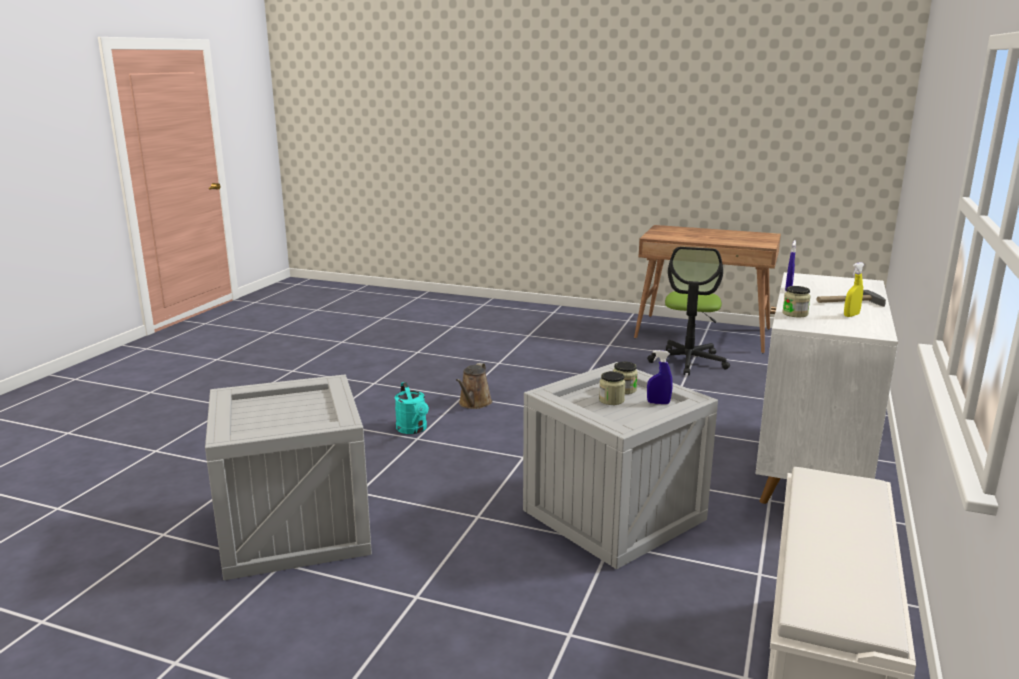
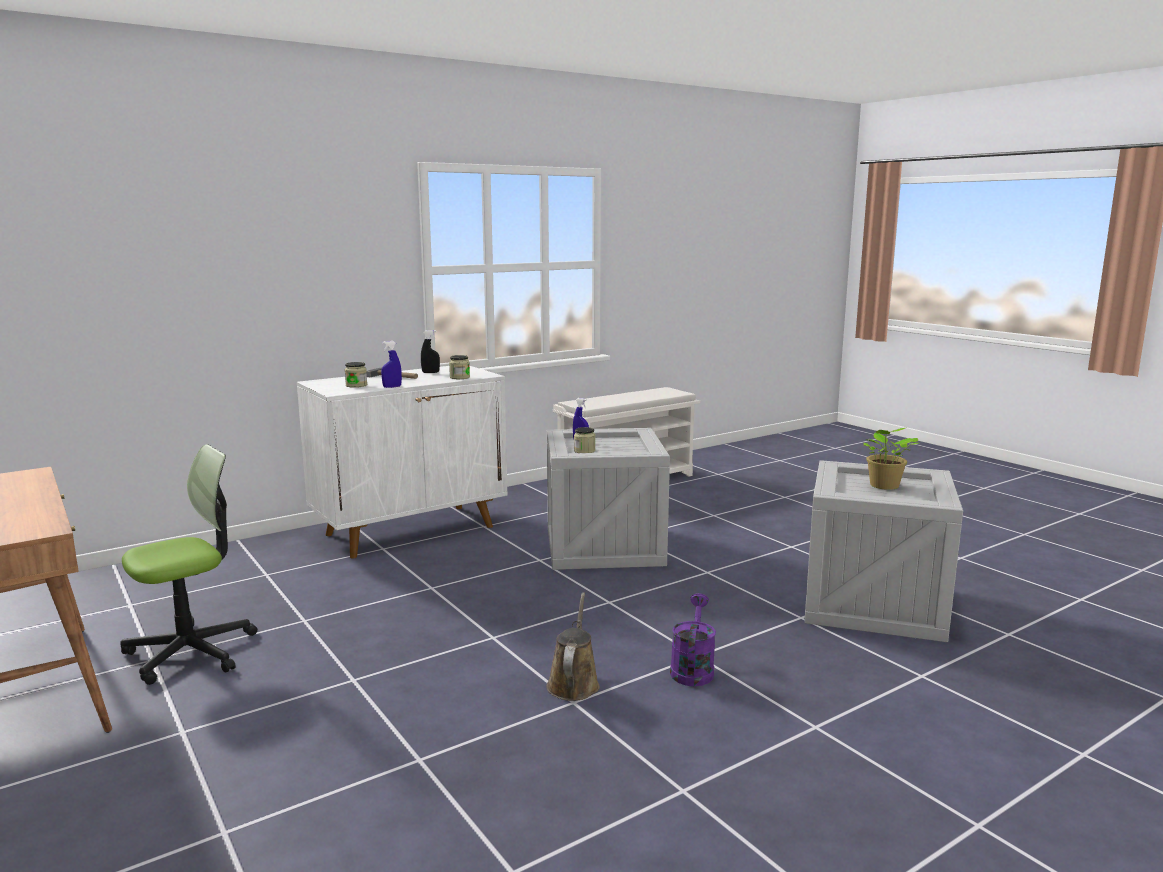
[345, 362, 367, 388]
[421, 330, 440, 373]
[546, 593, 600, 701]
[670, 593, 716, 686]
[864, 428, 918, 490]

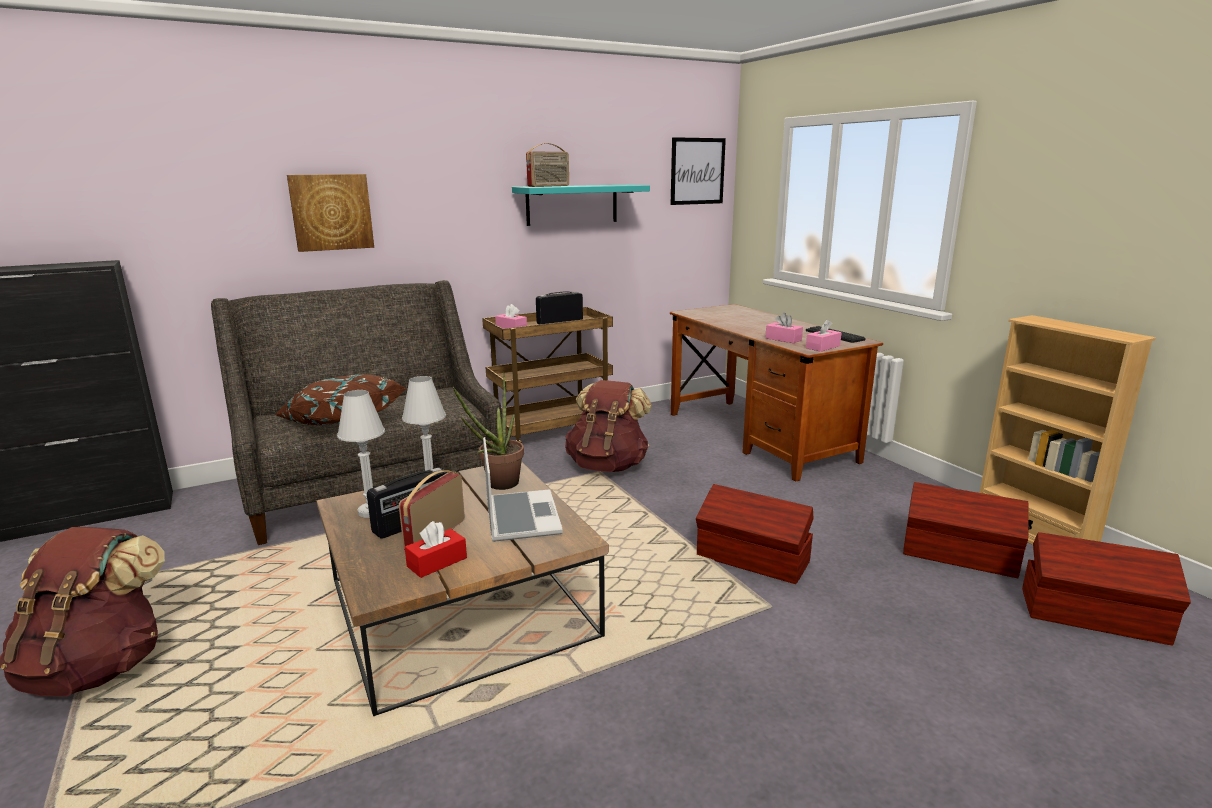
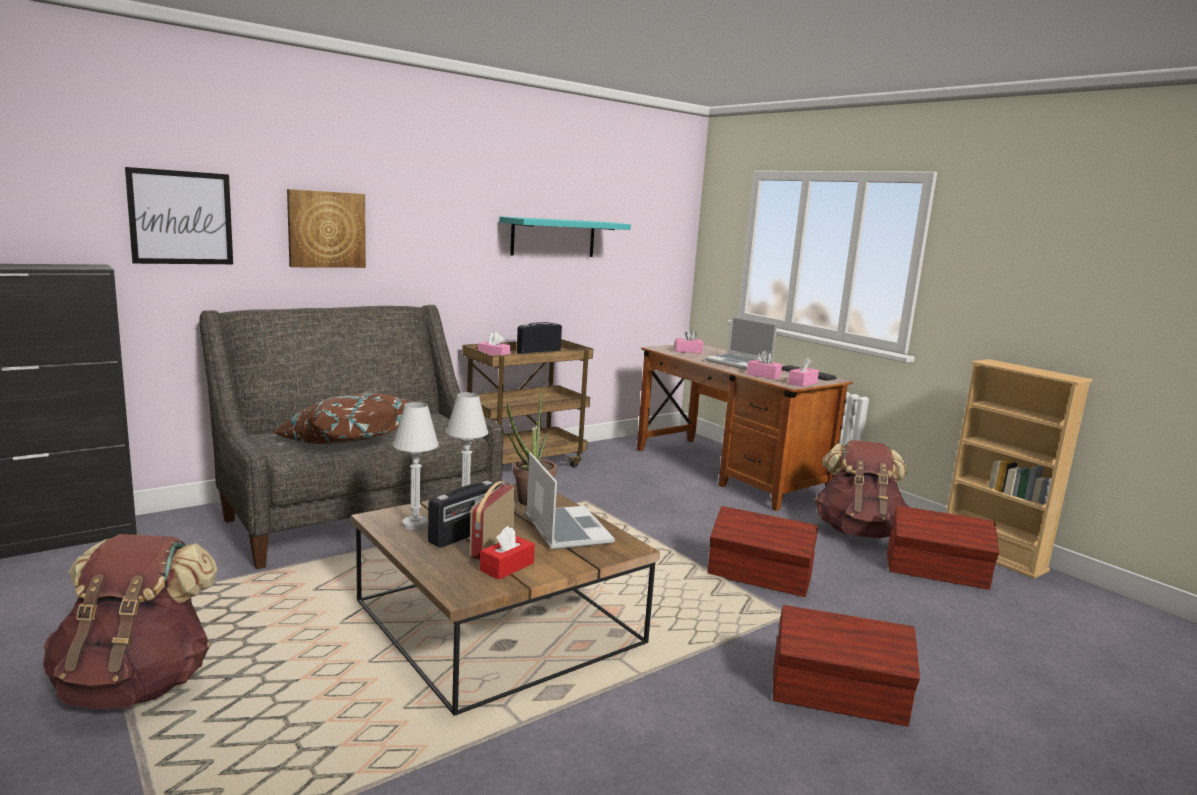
[125, 167, 233, 264]
[675, 329, 704, 354]
[705, 316, 777, 370]
[773, 605, 920, 726]
[815, 440, 909, 538]
[526, 143, 569, 187] (first image)

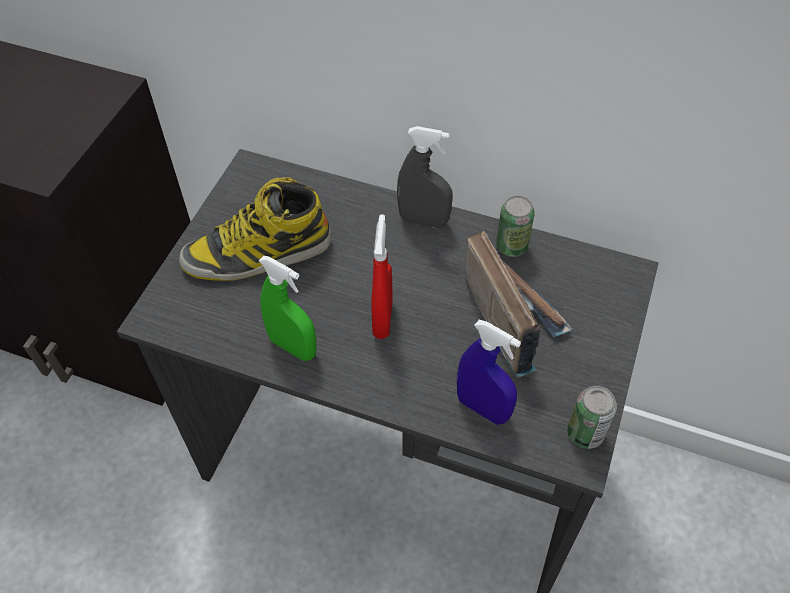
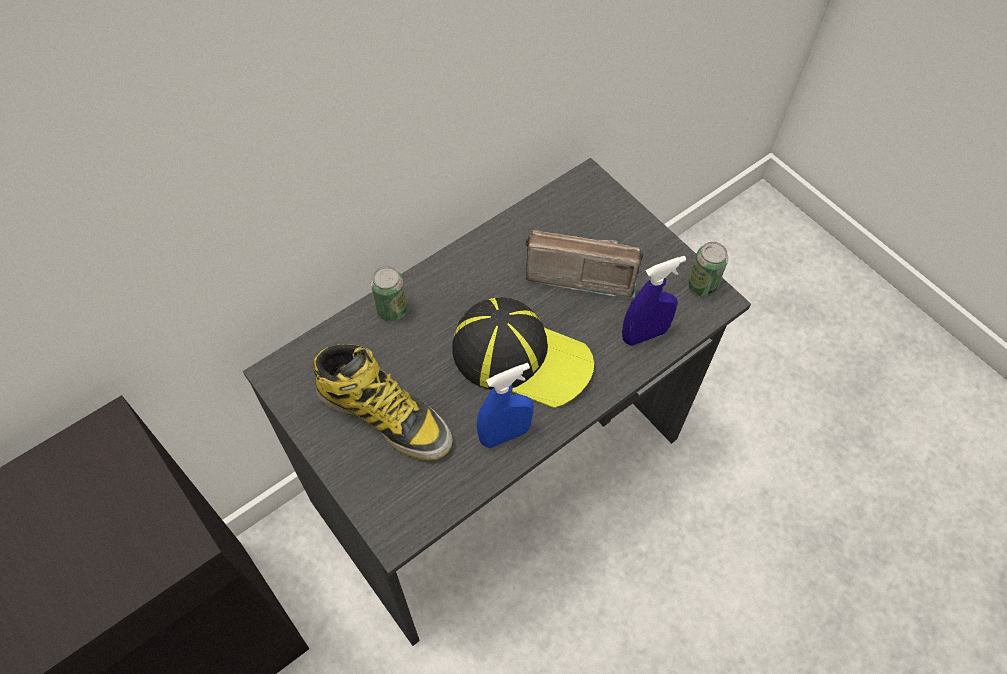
[312, 344, 453, 461]
[371, 266, 407, 321]
[452, 297, 594, 408]
[477, 363, 534, 448]
[397, 126, 453, 228] (first image)

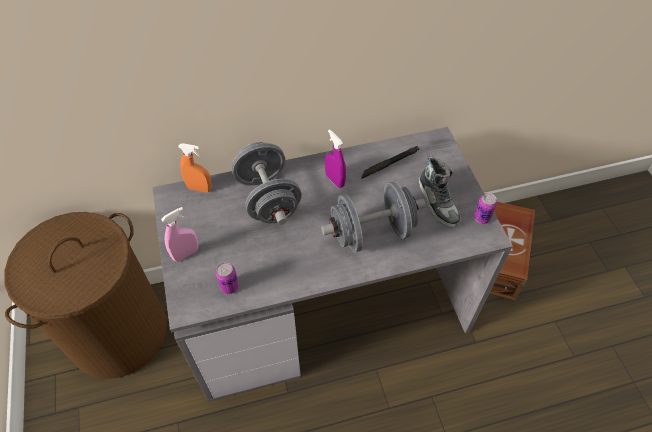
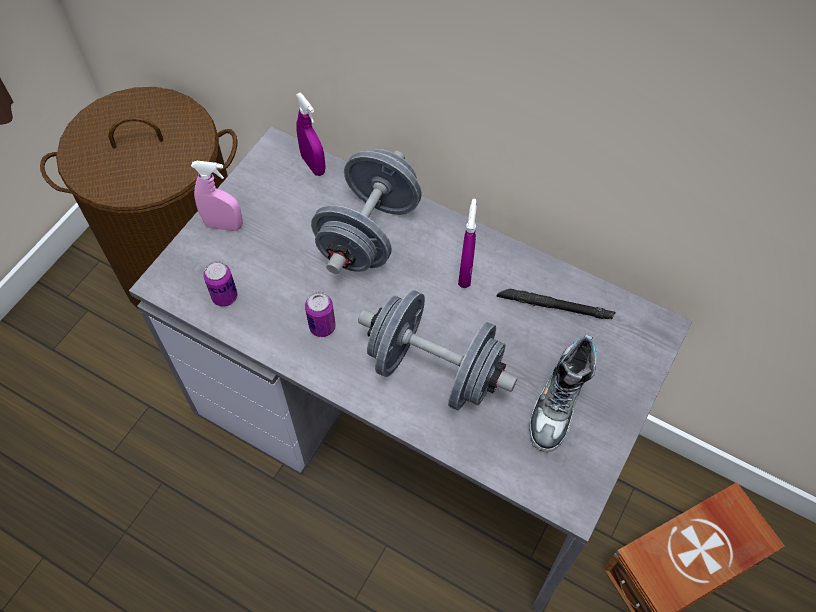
[296, 93, 326, 176]
[305, 292, 336, 337]

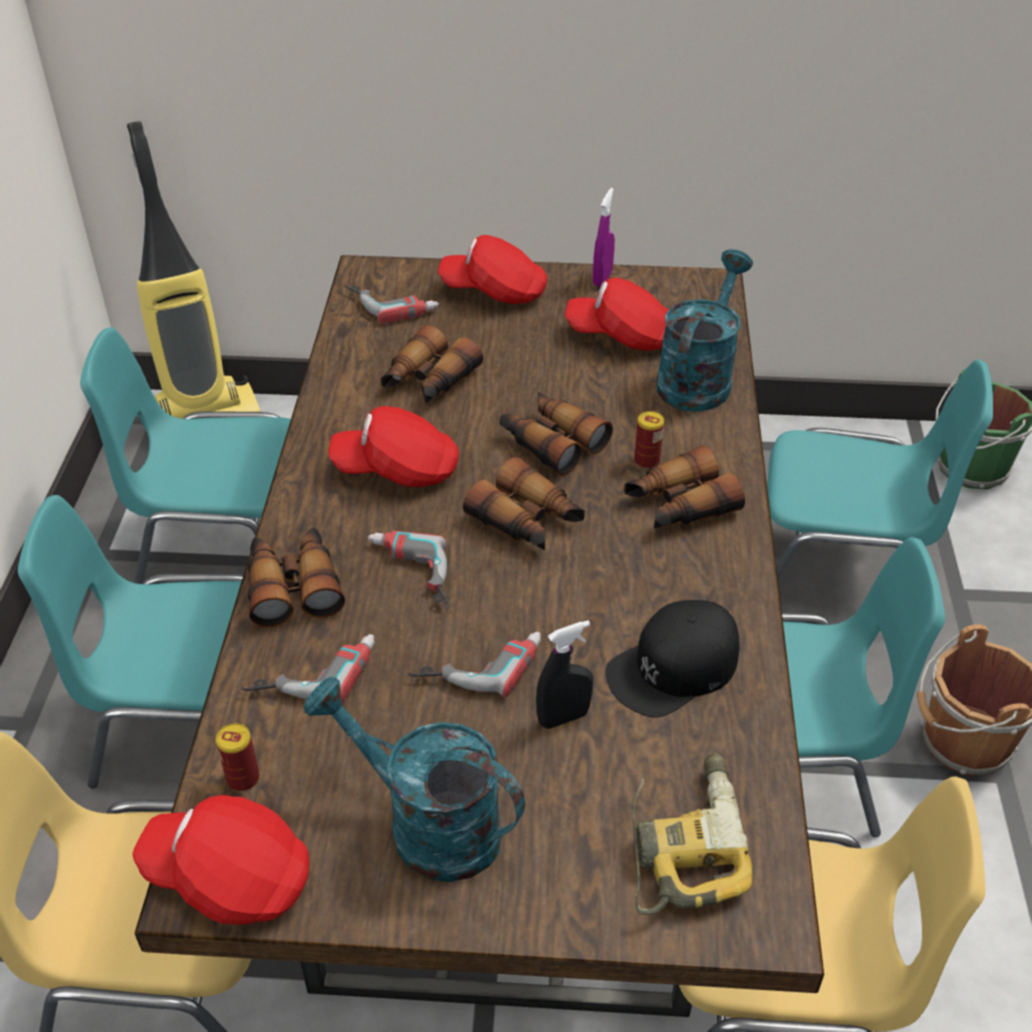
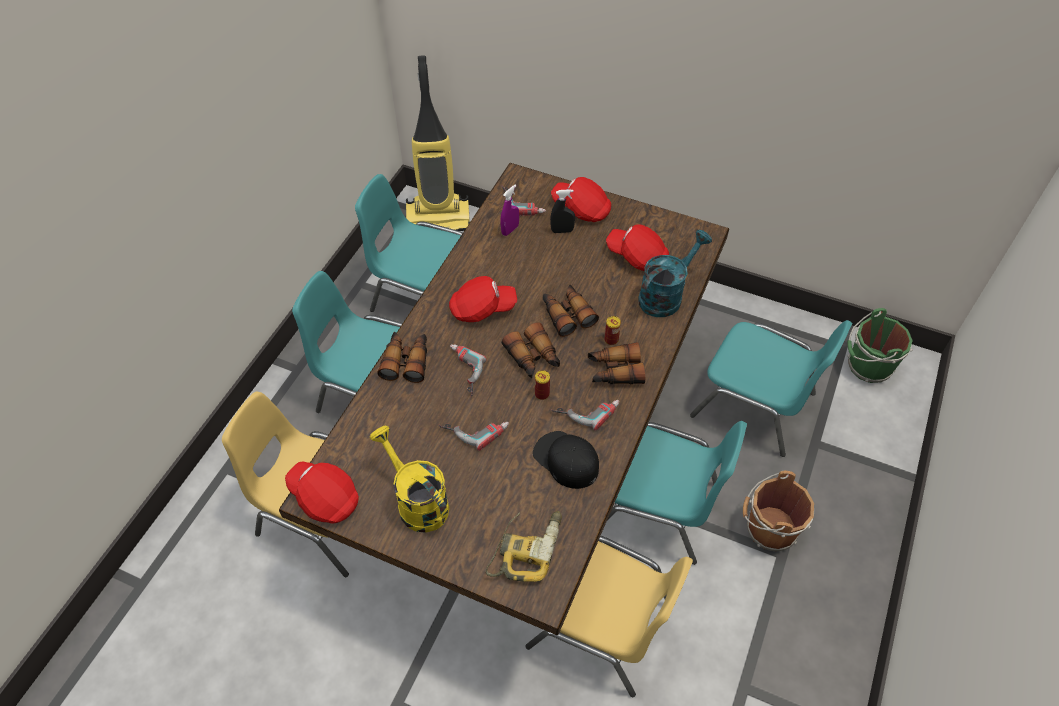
[370, 426, 449, 533]
[449, 276, 517, 322]
[500, 185, 519, 236]
[533, 431, 599, 489]
[535, 370, 550, 400]
[550, 189, 575, 233]
[551, 400, 619, 431]
[381, 325, 483, 403] (first image)

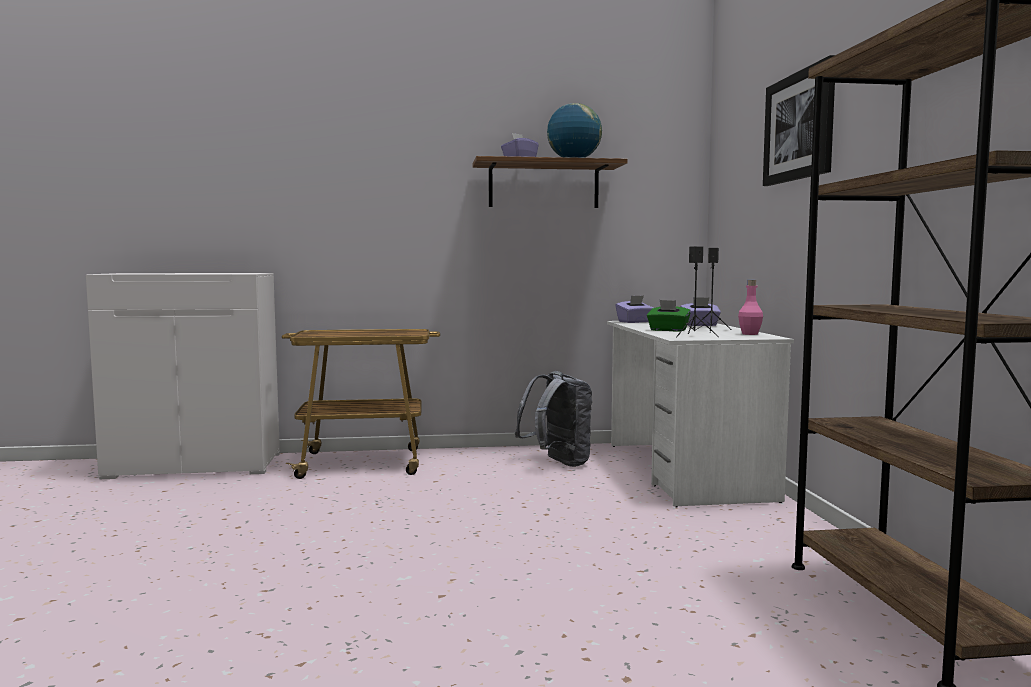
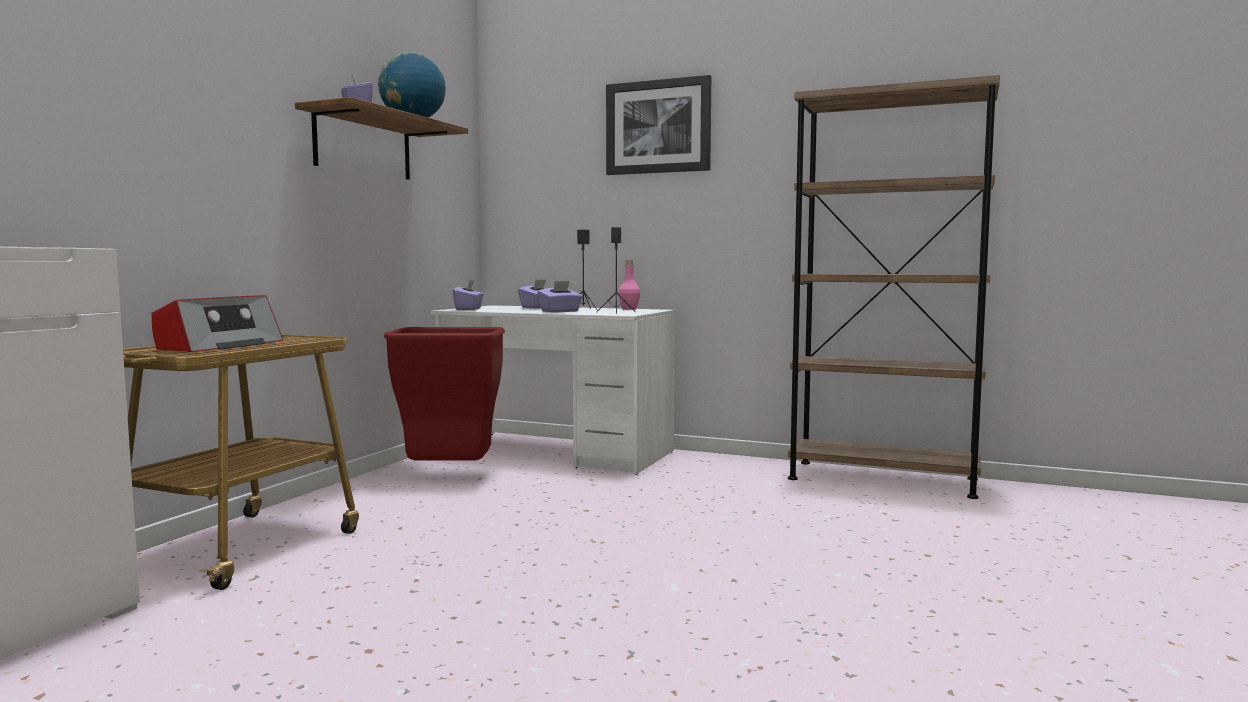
[151, 295, 283, 352]
[384, 327, 505, 461]
[538, 281, 583, 313]

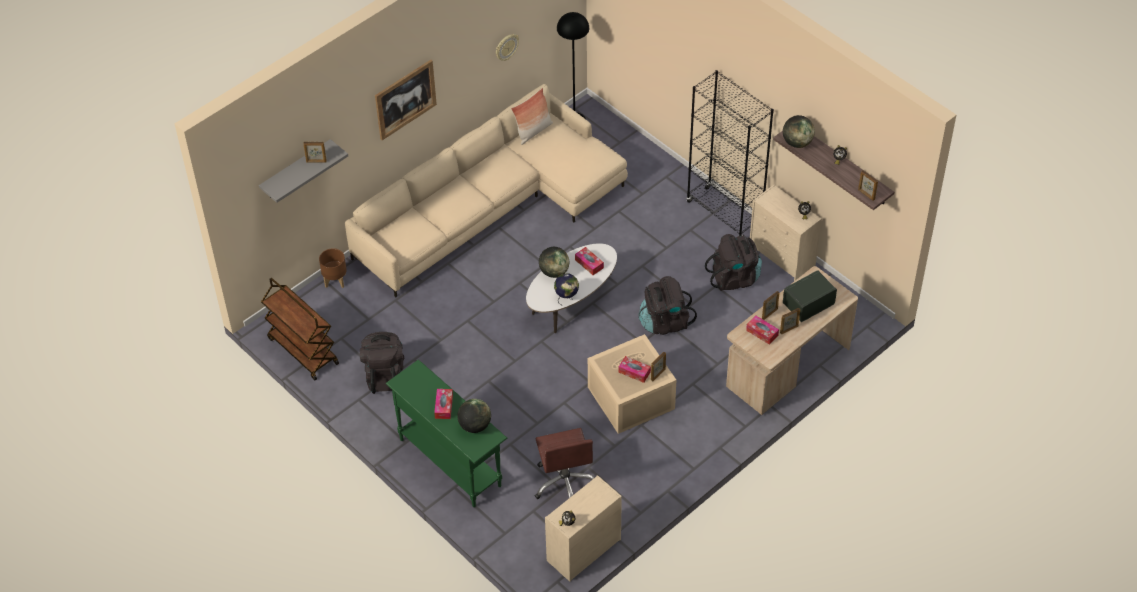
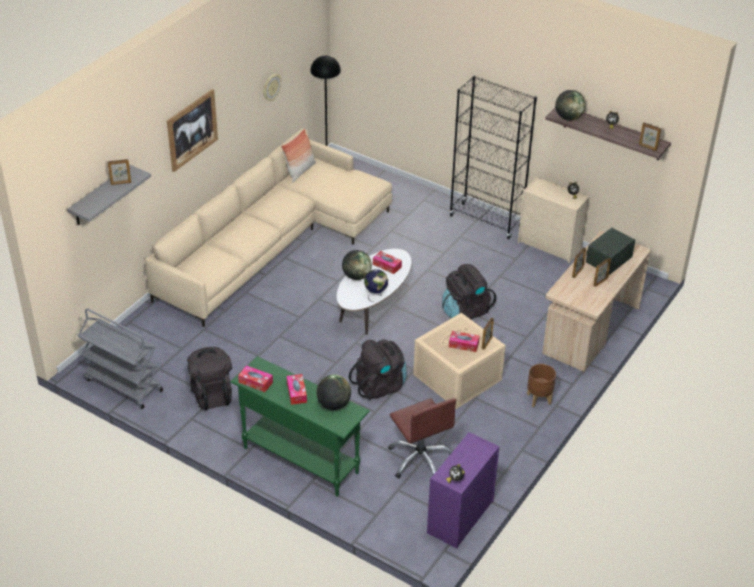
[78, 308, 163, 409]
[238, 365, 273, 392]
[349, 339, 406, 400]
[427, 432, 499, 548]
[527, 364, 556, 407]

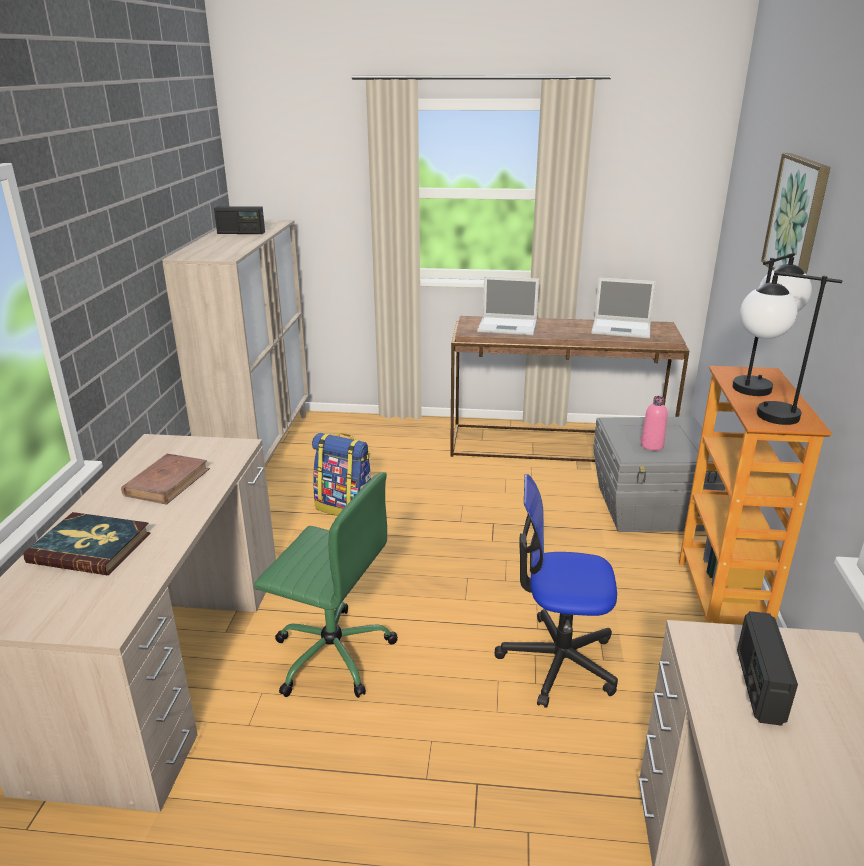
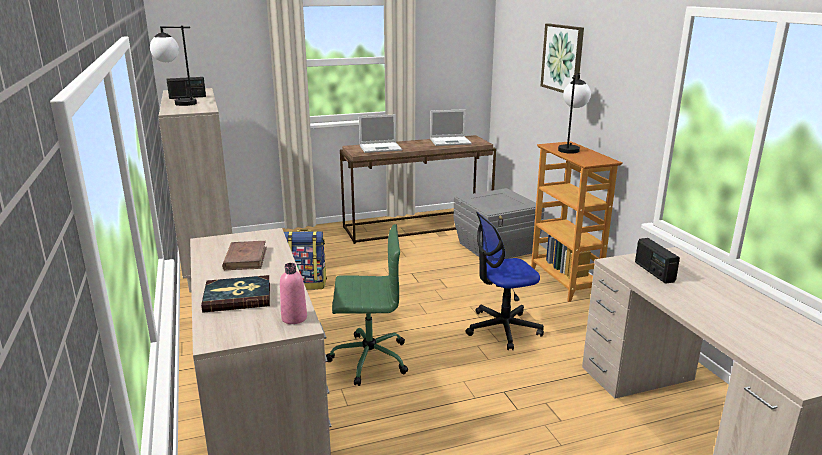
[150, 26, 197, 106]
[280, 263, 307, 324]

